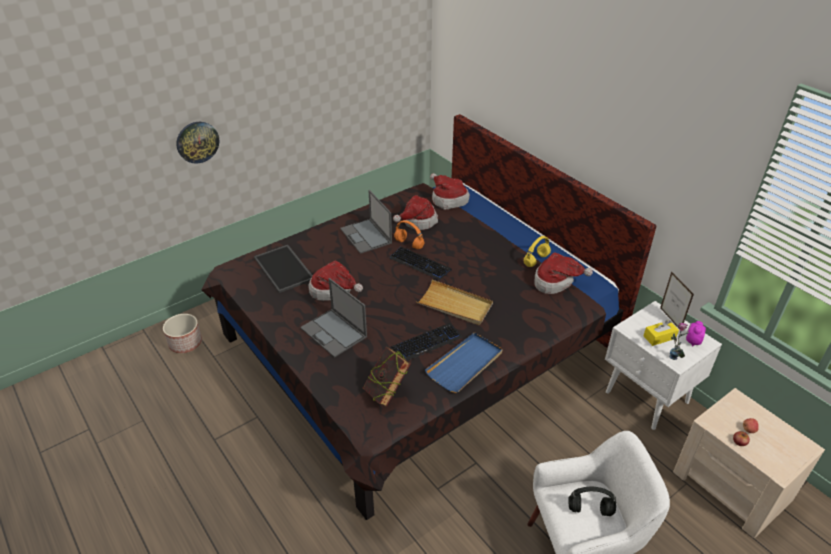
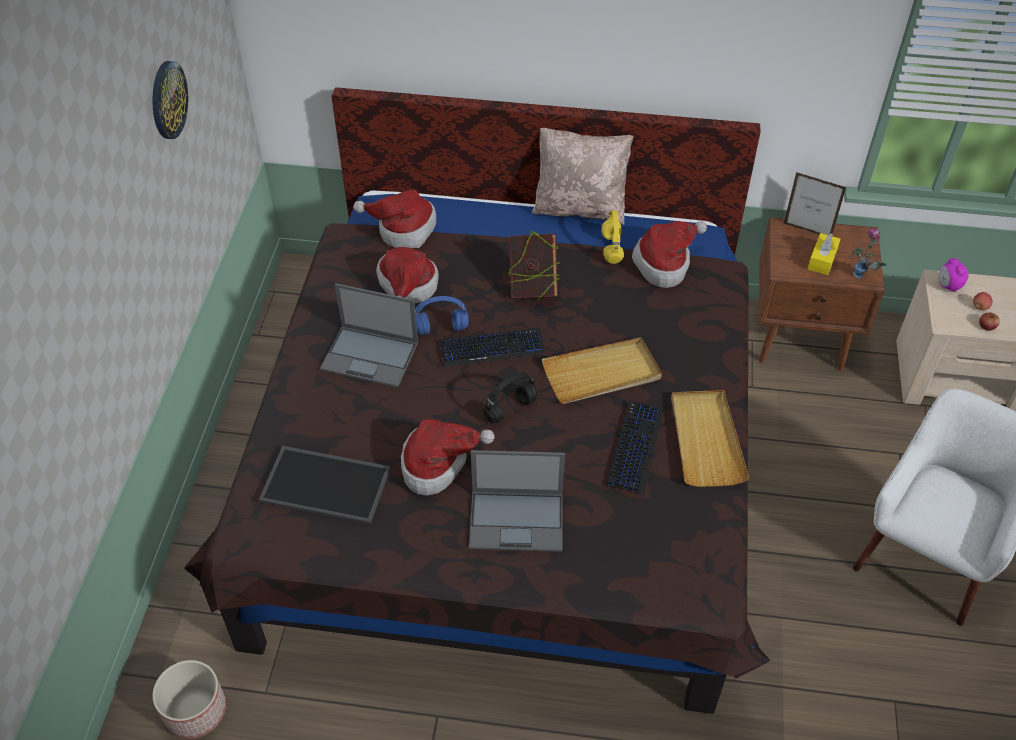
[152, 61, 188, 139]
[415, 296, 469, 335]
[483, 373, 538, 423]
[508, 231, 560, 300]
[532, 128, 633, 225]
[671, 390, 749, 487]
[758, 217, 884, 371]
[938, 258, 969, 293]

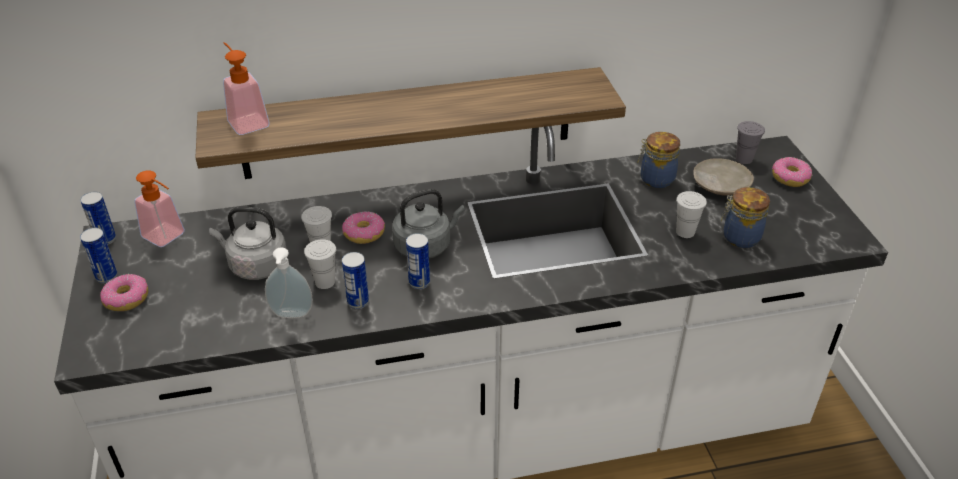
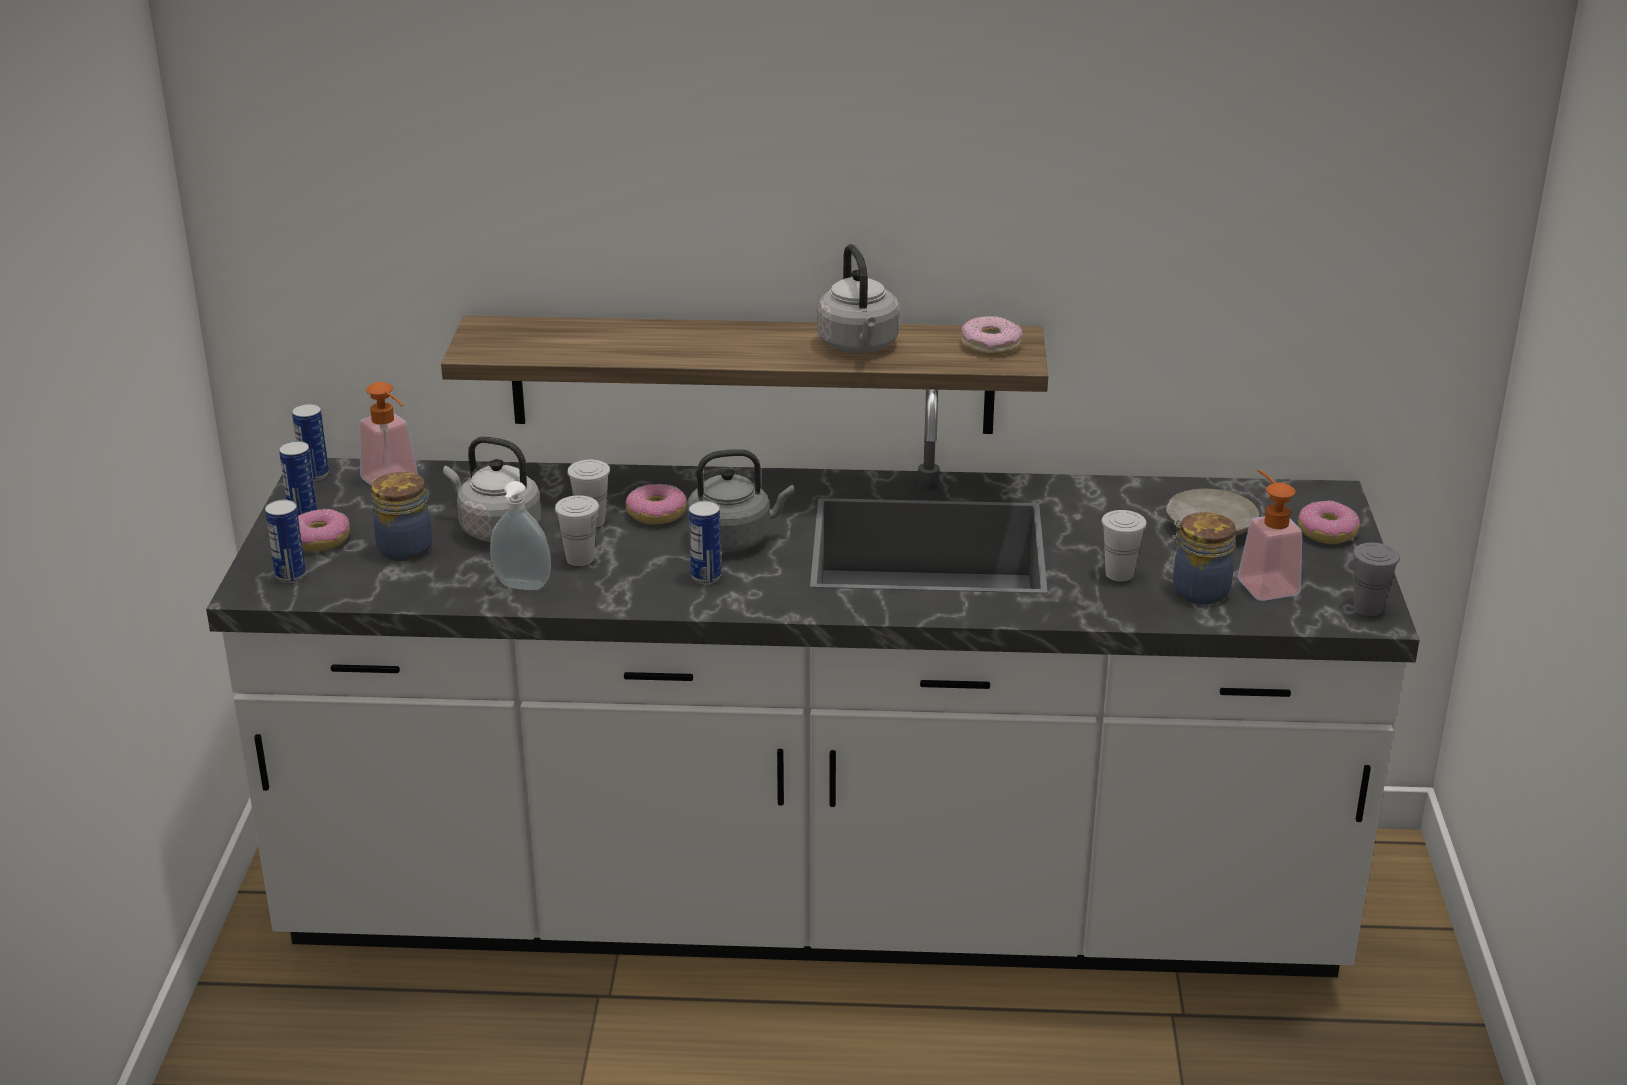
[265, 500, 306, 583]
[371, 472, 432, 561]
[817, 244, 900, 353]
[962, 316, 1023, 355]
[1238, 469, 1302, 601]
[1353, 543, 1400, 616]

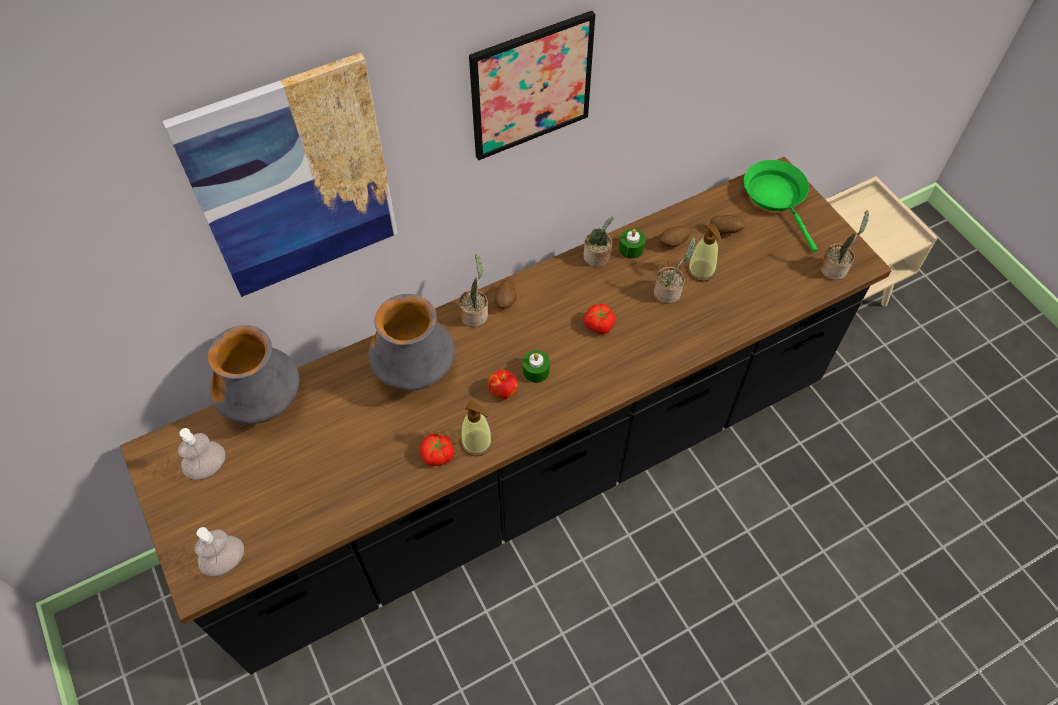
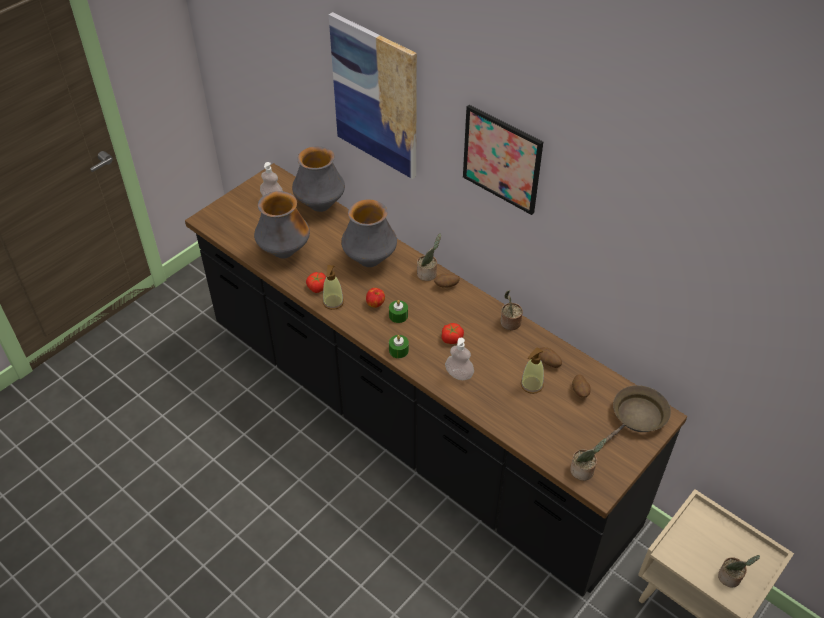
[254, 191, 310, 259]
[389, 335, 409, 358]
[445, 338, 474, 380]
[592, 385, 671, 449]
[718, 555, 760, 587]

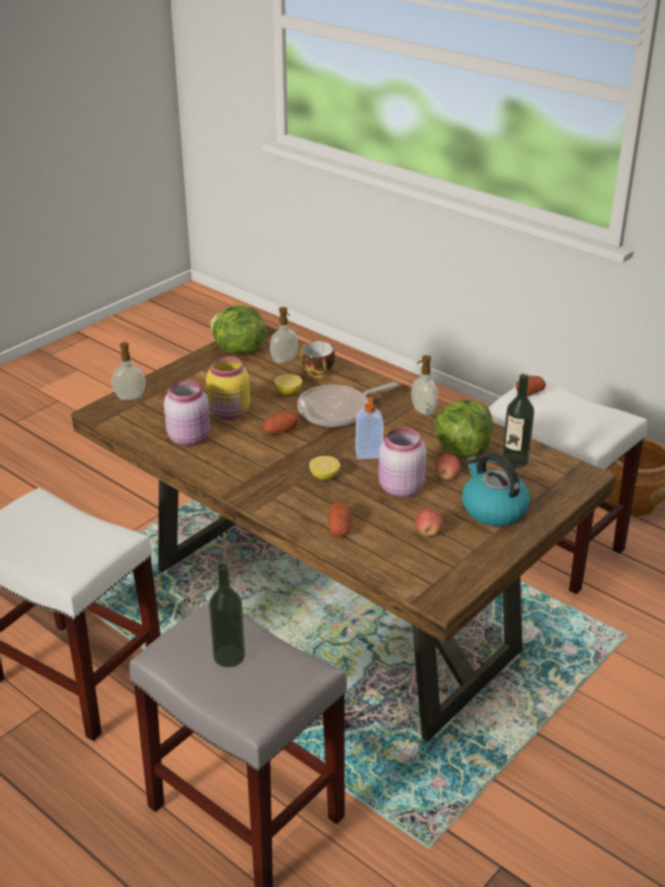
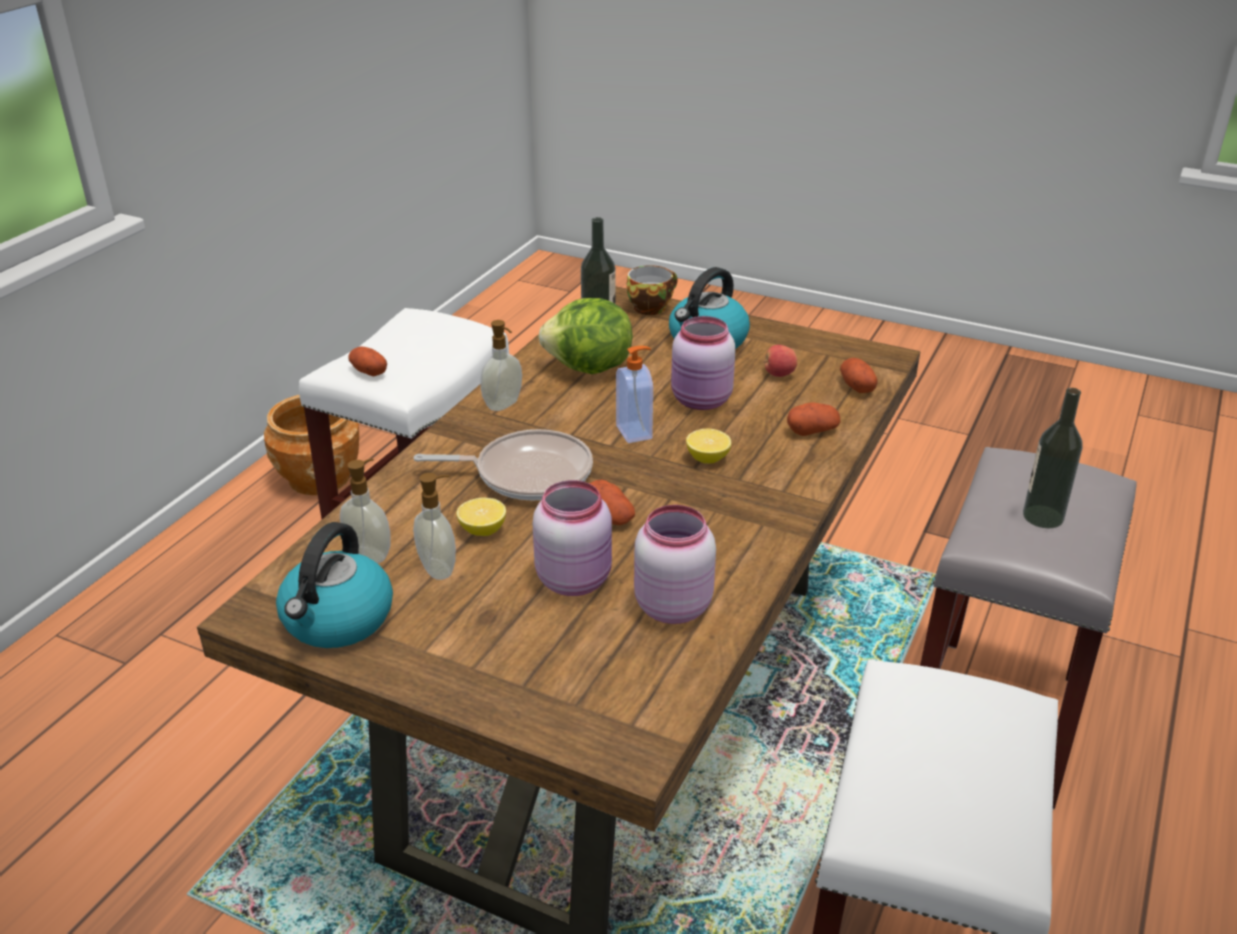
[276, 522, 393, 648]
[413, 473, 456, 580]
[414, 429, 593, 501]
[533, 480, 612, 596]
[627, 265, 678, 315]
[840, 358, 877, 393]
[435, 454, 461, 480] (first image)

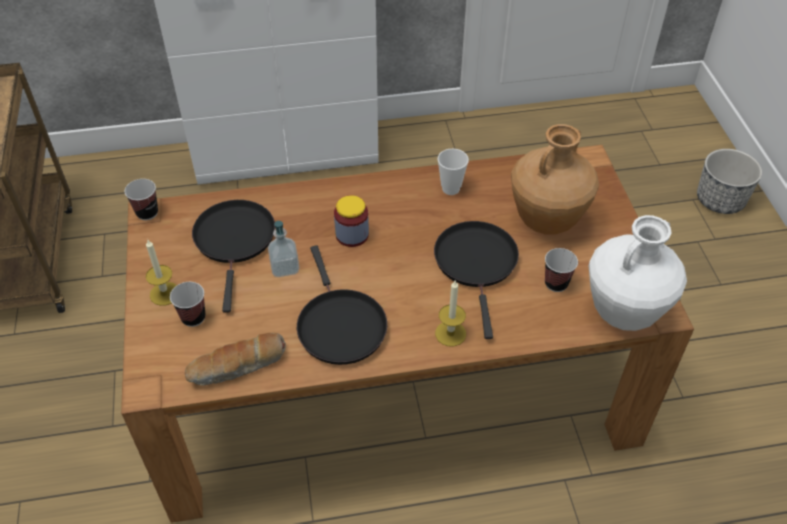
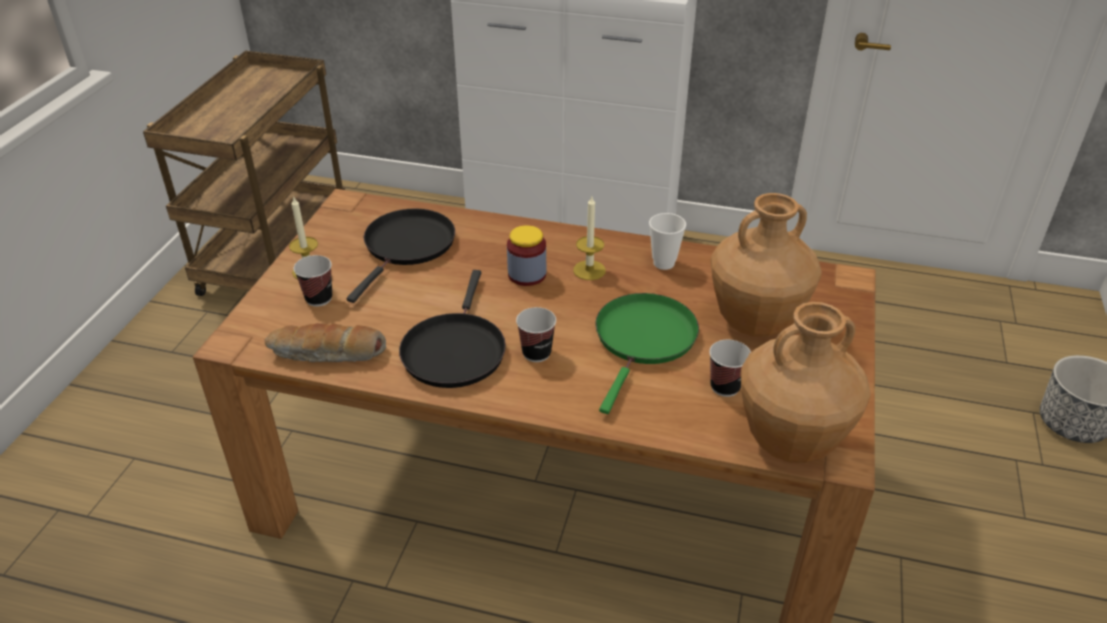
[516, 307, 556, 362]
[573, 197, 606, 280]
[595, 293, 699, 414]
[740, 302, 871, 463]
[268, 221, 299, 277] (first image)

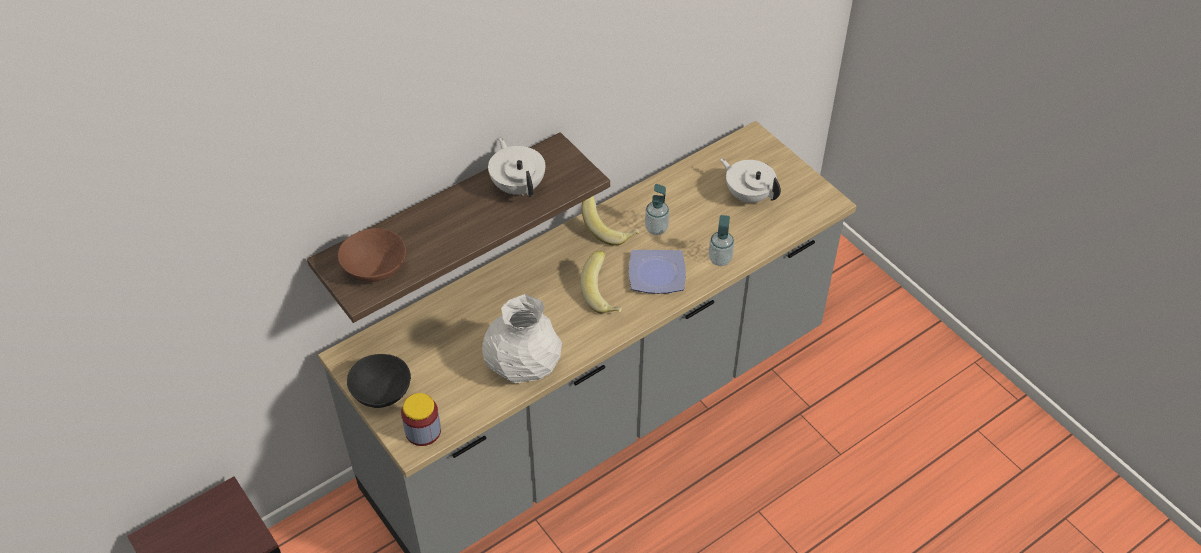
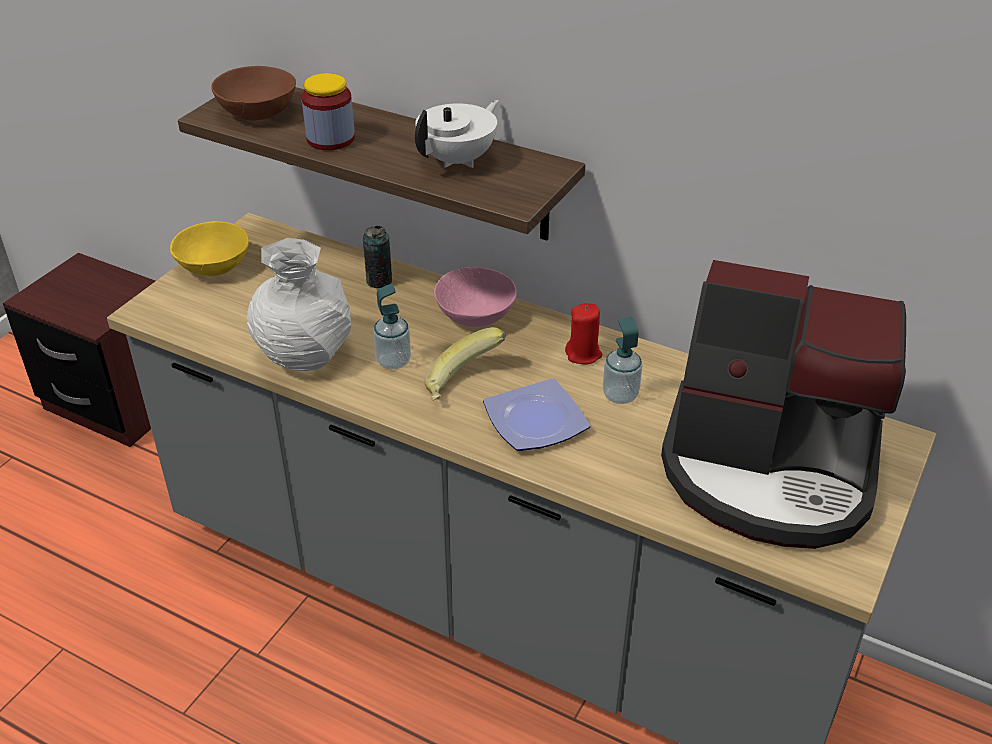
[170, 221, 249, 276]
[301, 73, 355, 150]
[363, 226, 392, 288]
[373, 284, 411, 369]
[434, 267, 517, 327]
[565, 303, 602, 364]
[661, 260, 906, 549]

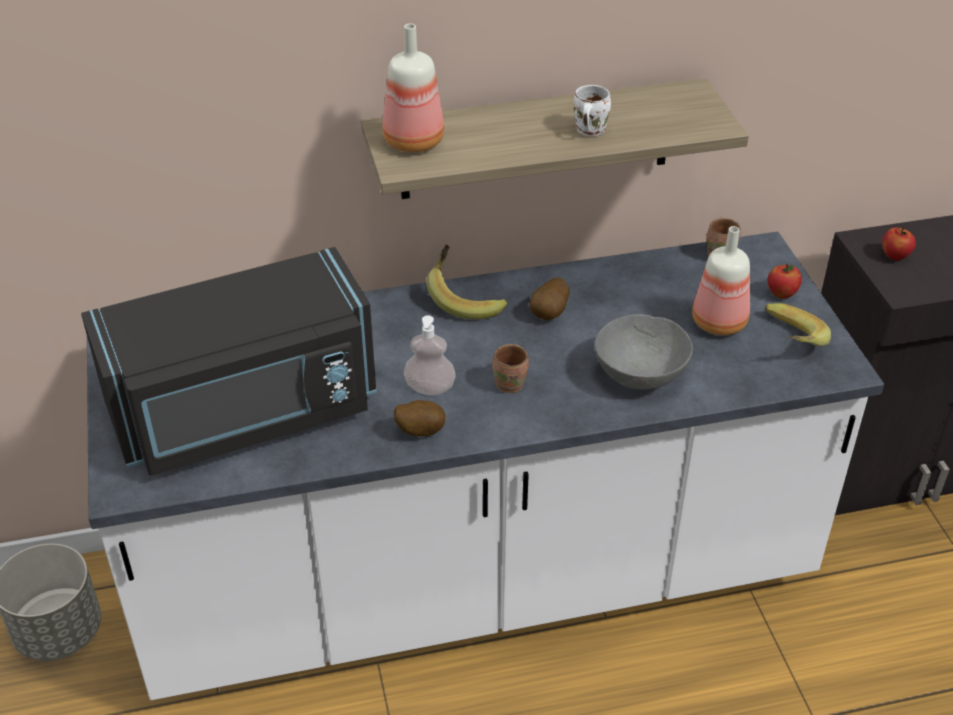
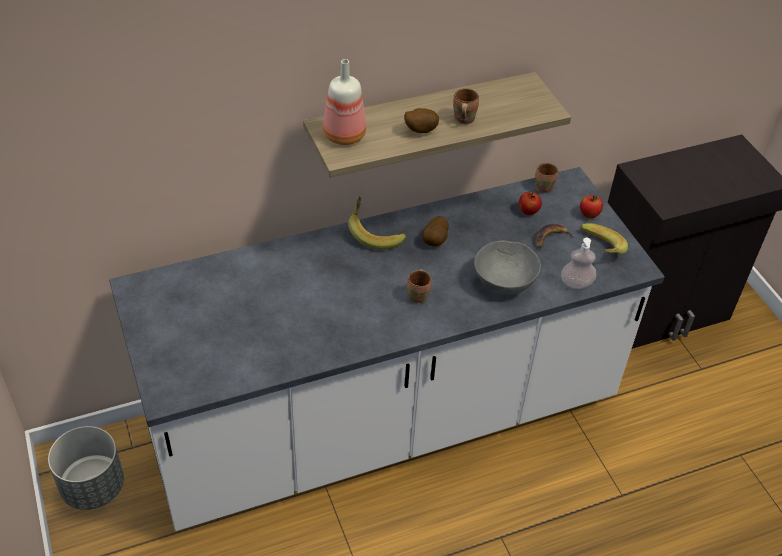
[404, 108, 439, 133]
[453, 88, 479, 124]
[519, 192, 542, 215]
[535, 224, 574, 248]
[561, 238, 596, 289]
[81, 247, 377, 476] (first image)

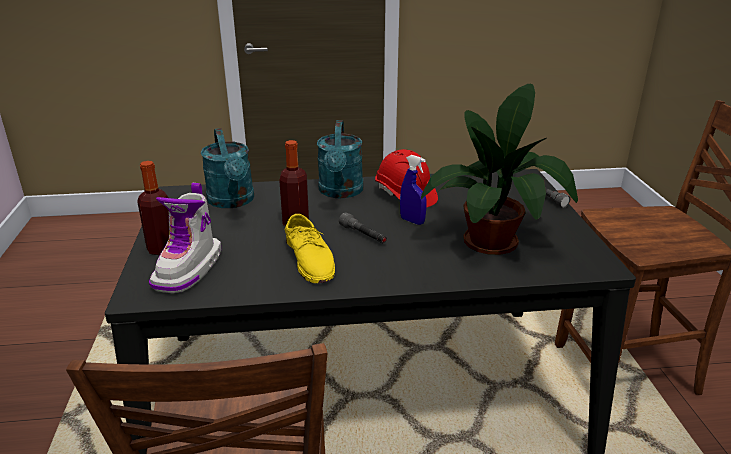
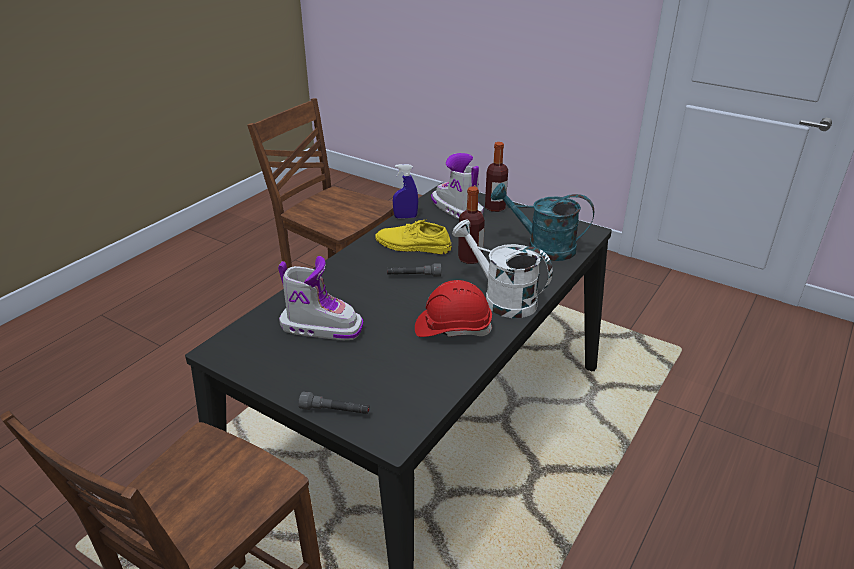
[278, 256, 363, 340]
[393, 164, 418, 219]
[452, 219, 553, 318]

